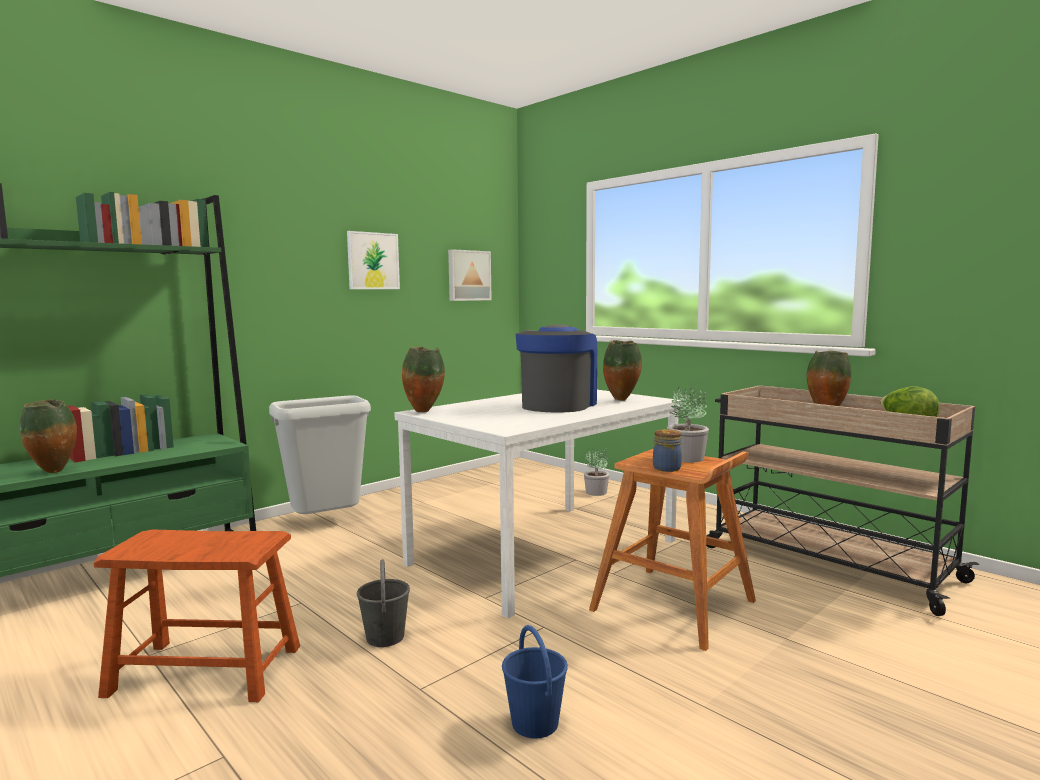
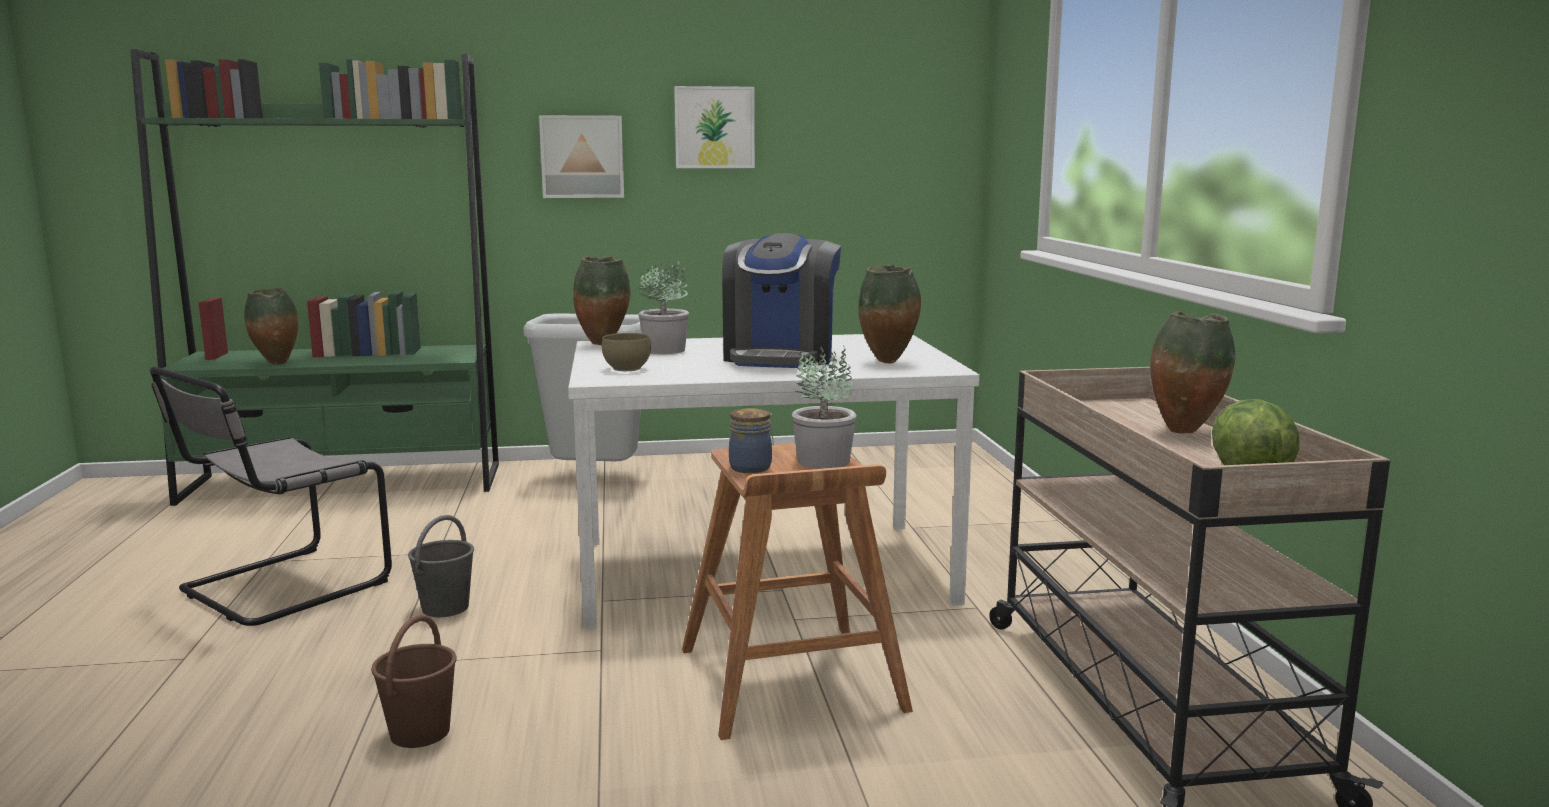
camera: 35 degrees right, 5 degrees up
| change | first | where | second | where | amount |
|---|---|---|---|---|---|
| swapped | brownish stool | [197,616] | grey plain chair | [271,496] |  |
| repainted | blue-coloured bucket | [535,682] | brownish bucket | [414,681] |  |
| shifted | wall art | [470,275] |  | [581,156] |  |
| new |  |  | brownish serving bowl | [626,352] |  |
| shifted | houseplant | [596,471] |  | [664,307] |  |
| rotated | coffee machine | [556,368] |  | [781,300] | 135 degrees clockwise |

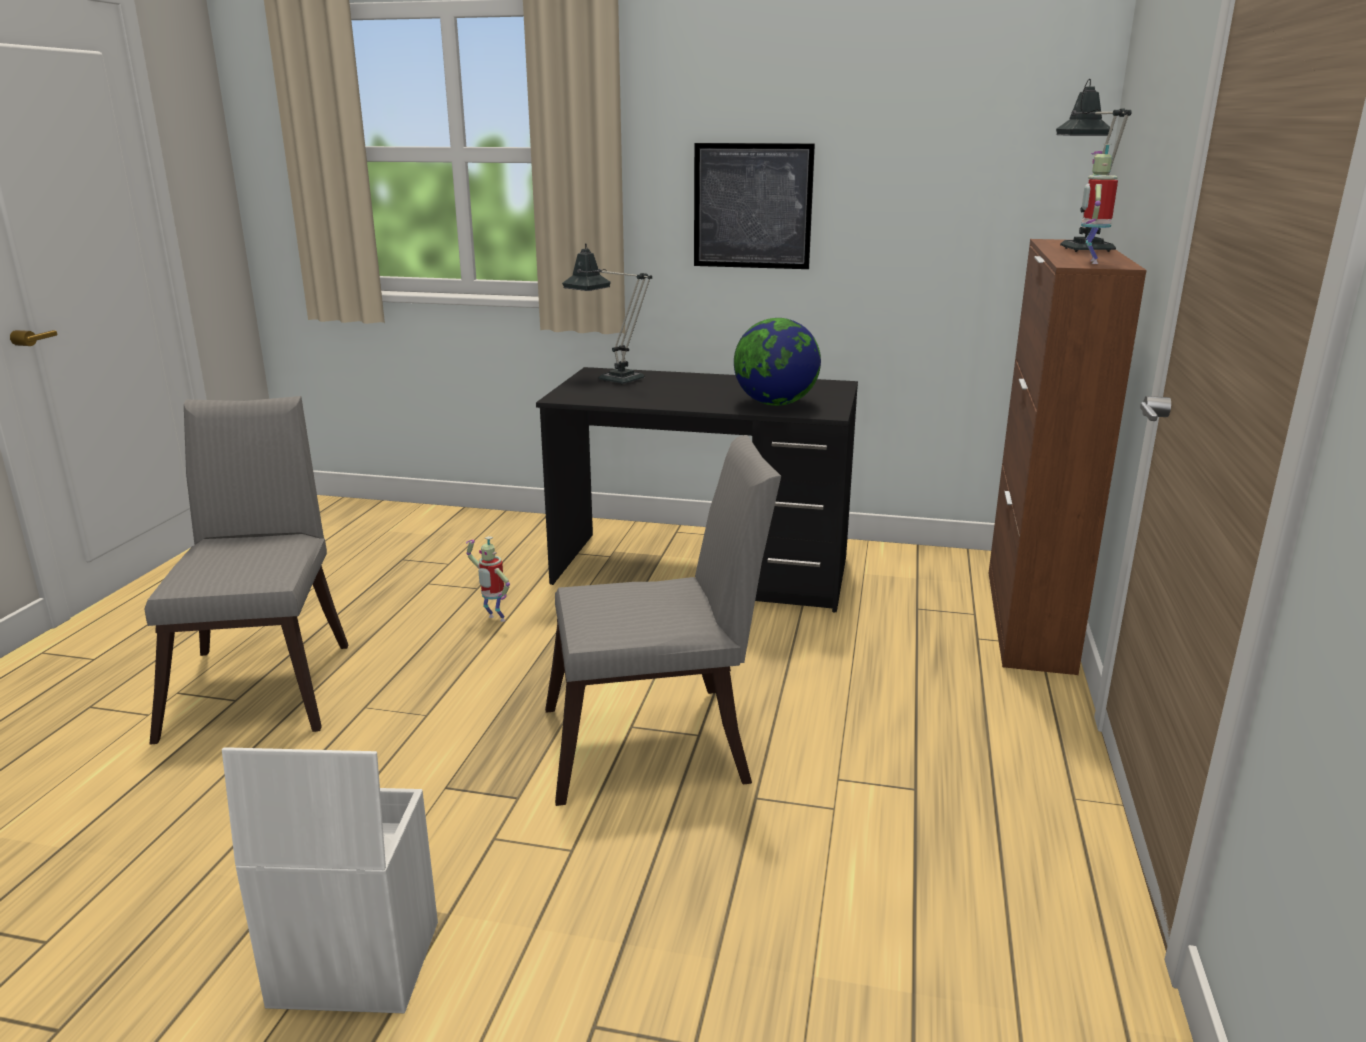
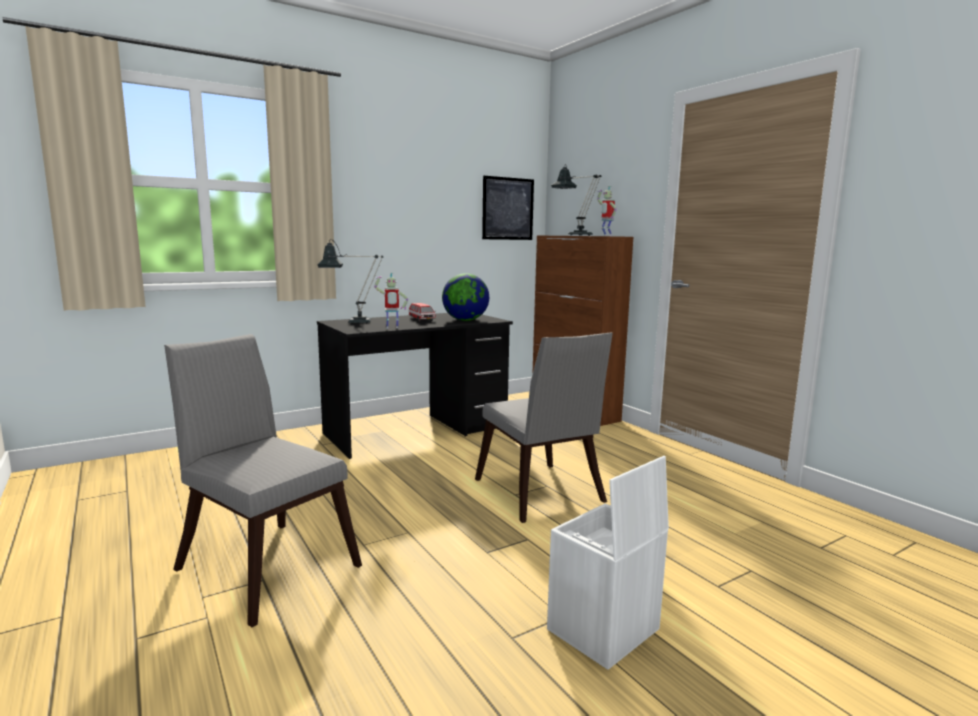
camera: 45 degrees left, 10 degrees down
| change | first | where | second | where | amount |
|---|---|---|---|---|---|
| shifted | model robot | [488,579] |  | [391,301] |  |
| new |  |  | model car | [422,312] |  |
| rotated | grey plain chair | [663,620] |  | [544,428] | 120 degrees clockwise |
| shifted | wall art | [754,206] |  | [508,208] |  |

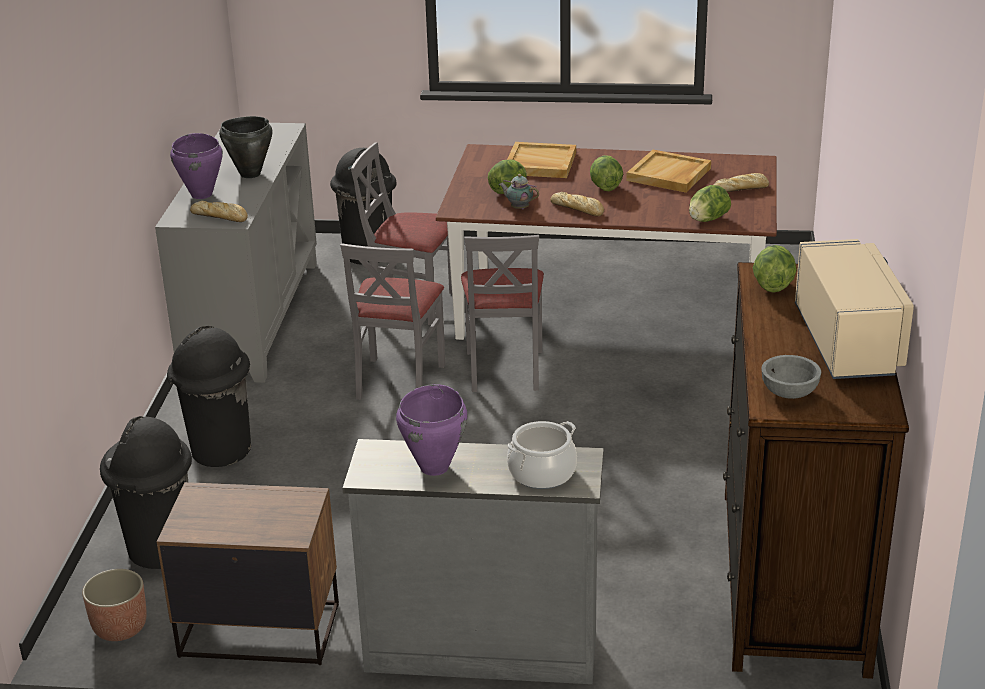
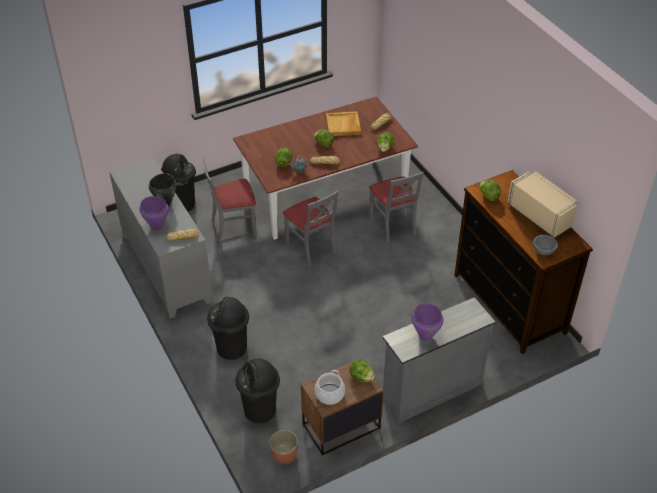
camera: 35 degrees left, 15 degrees up
| change | first | where | second | where | amount |
|---|---|---|---|---|---|
| shifted | stockpot | [542,455] |  | [330,387] |  |
| new |  |  | lettuce | [362,370] |  |
| shifted | grey plain chair | [393,321] |  | [396,207] |  |
| gone | beige-coloured carrying tray | [541,160] |  |  |  |

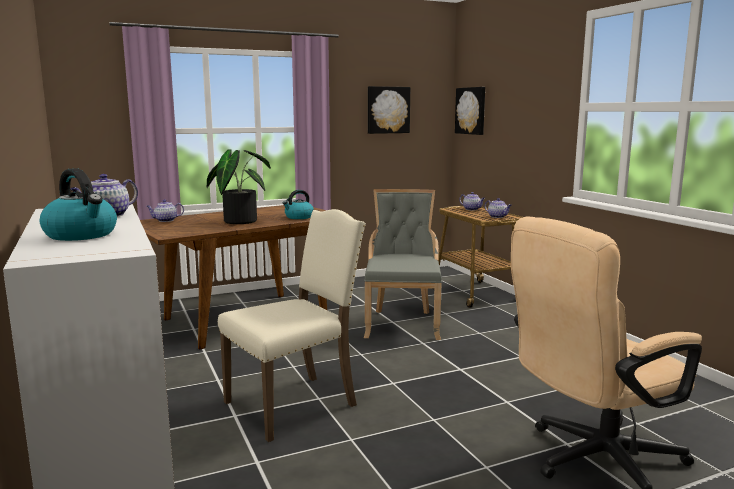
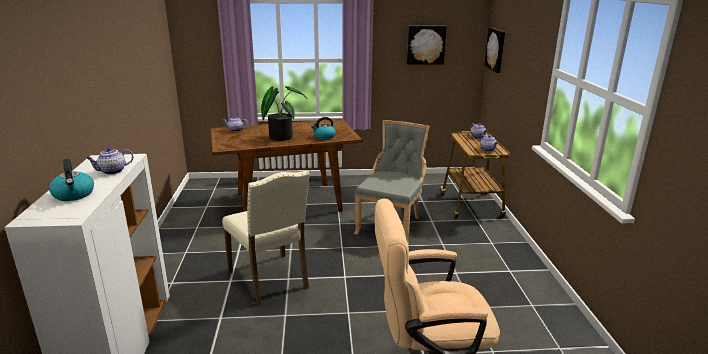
camera: 20 degrees right, 10 degrees up
| change | first | where | second | where | amount |
|---|---|---|---|---|---|
| rotated | beige-coloured plain chair | [292,325] |  | [266,238] | 75 degrees clockwise |

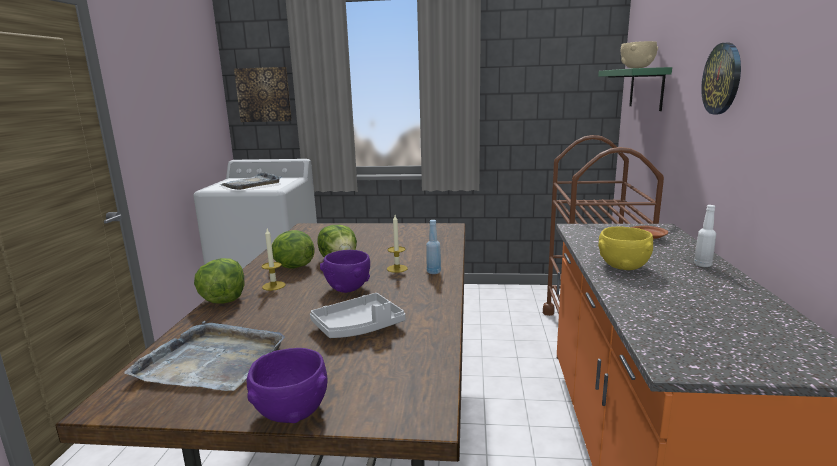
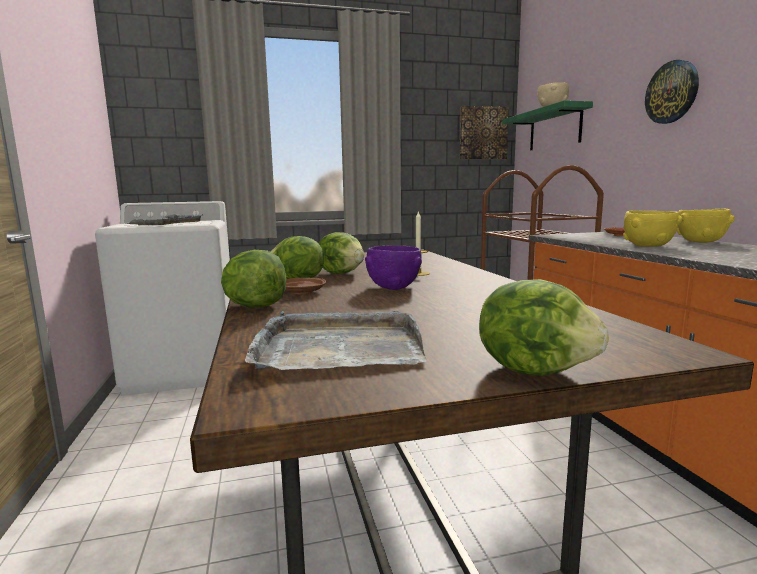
camera: 20 degrees left, 5 degrees down
| change | first | where | second | where | amount |
|---|---|---|---|---|---|
| swapped | wax light | [273,260] | brownish flat dish | [305,286] |  |
| shifted | wall art | [263,94] |  | [484,132] |  |
| swapped | purple serving bowl | [287,385] | lettuce | [544,327] |  |
| swapped | white drink bottle | [705,236] | yellow-coloured serving bowl | [706,226] |  |
| gone | grey carrying tray | [357,315] |  |  |  |
| gone | blue-coloured drink bottle | [433,247] |  |  |  |

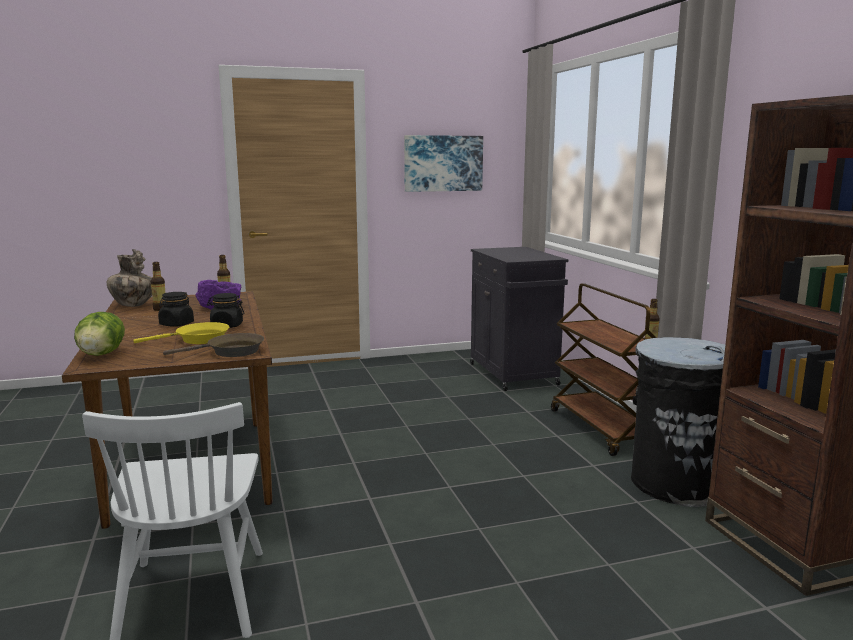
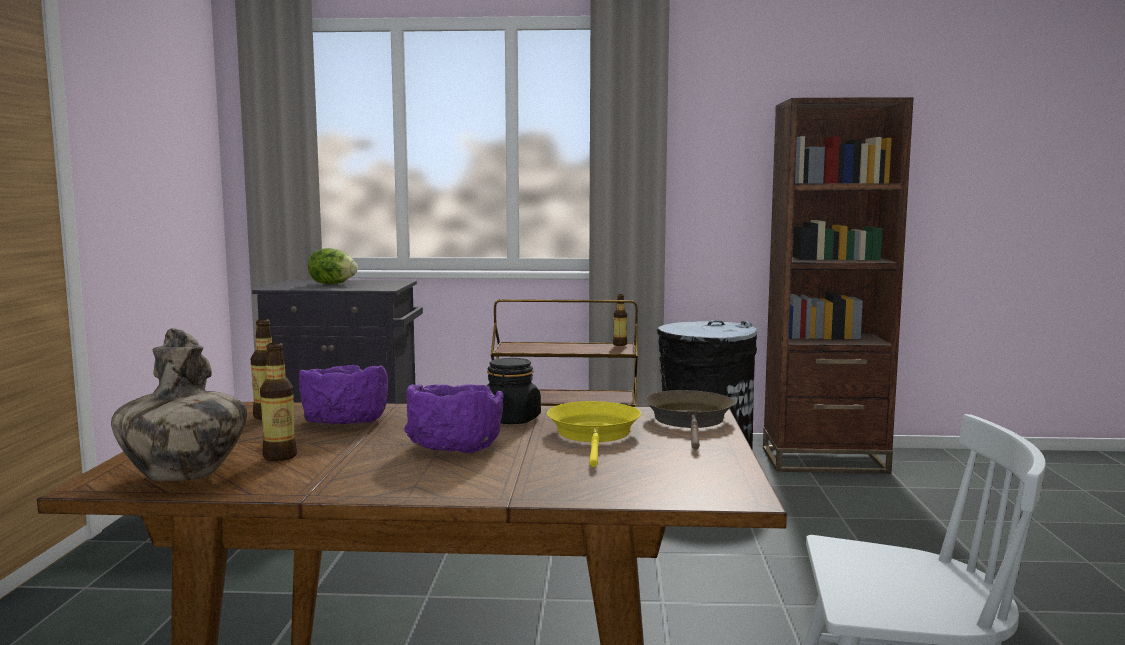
camera: 70 degrees left, 5 degrees down
| change | first | where | second | where | amount |
|---|---|---|---|---|---|
| shifted | lettuce | [99,334] |  | [333,266] |  |
| swapped | black-coloured preserve jar | [176,309] | purple serving bowl | [453,418] |  |
| gone | wall art | [443,163] |  |  |  |

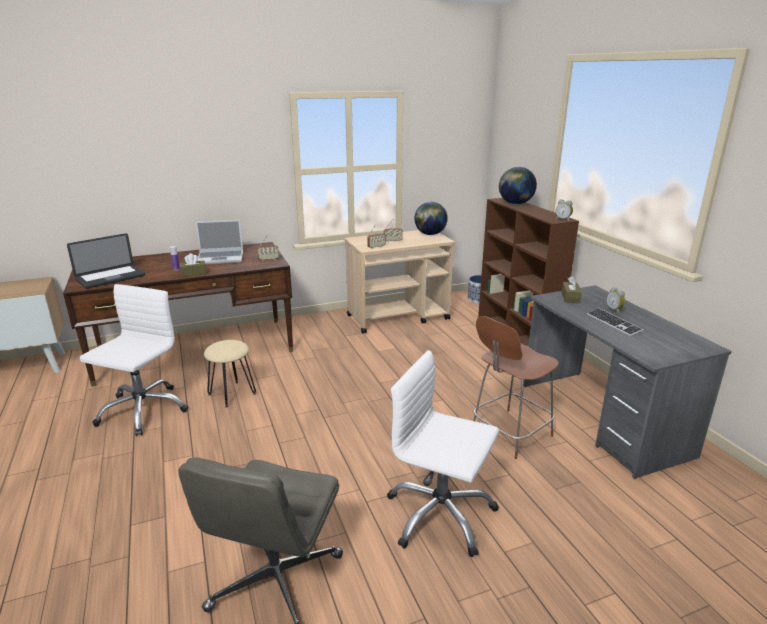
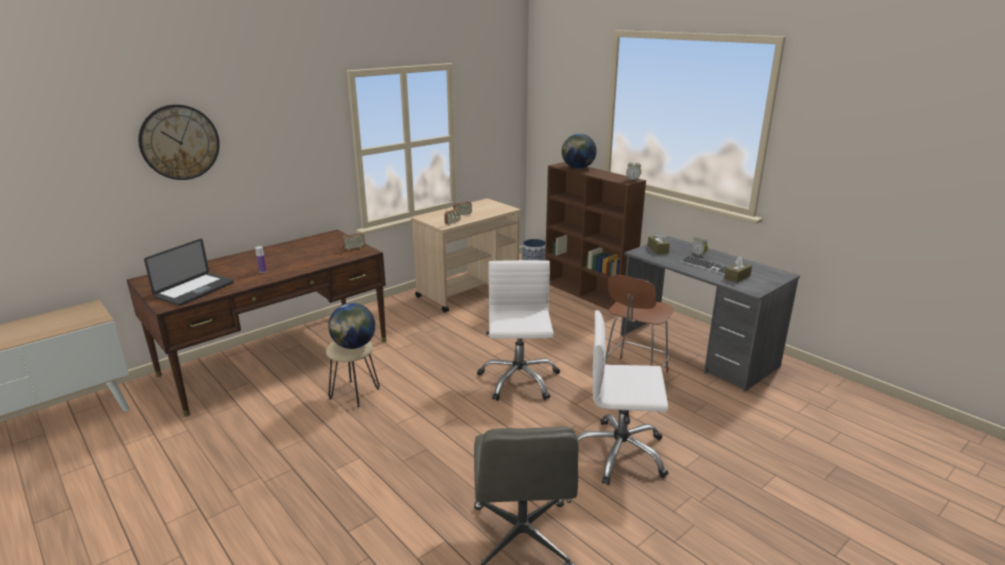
camera: 20 degrees left, 0 degrees up
| change | first | where | second | where | amount |
|---|---|---|---|---|---|
| new |  |  | clock on the wall | [179,142] |  |
| shifted | world globe | [431,218] |  | [352,326] |  |
| shifted | white desk chair | [134,360] |  | [518,330] |  |
| shifted | brownish tissue box | [193,265] |  | [738,269] |  |
| gone | laptop | [219,242] |  |  |  |

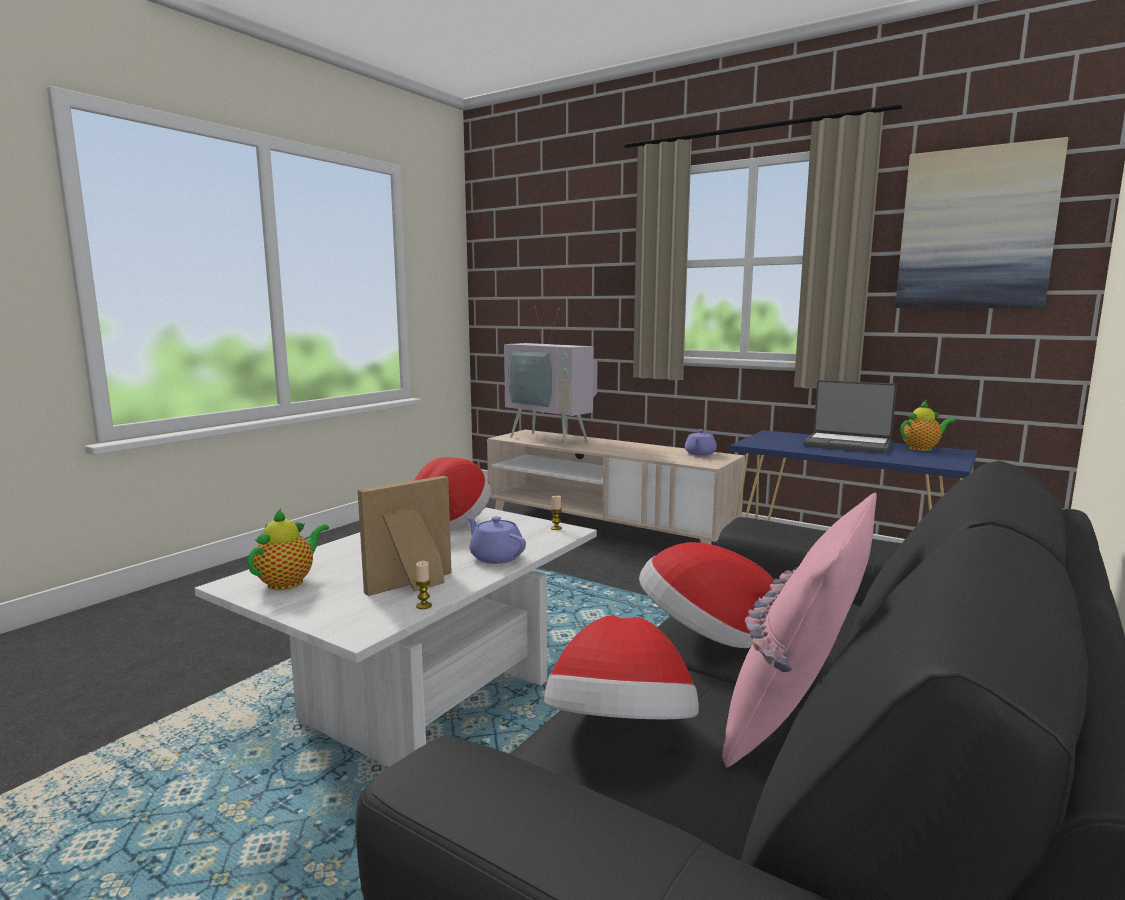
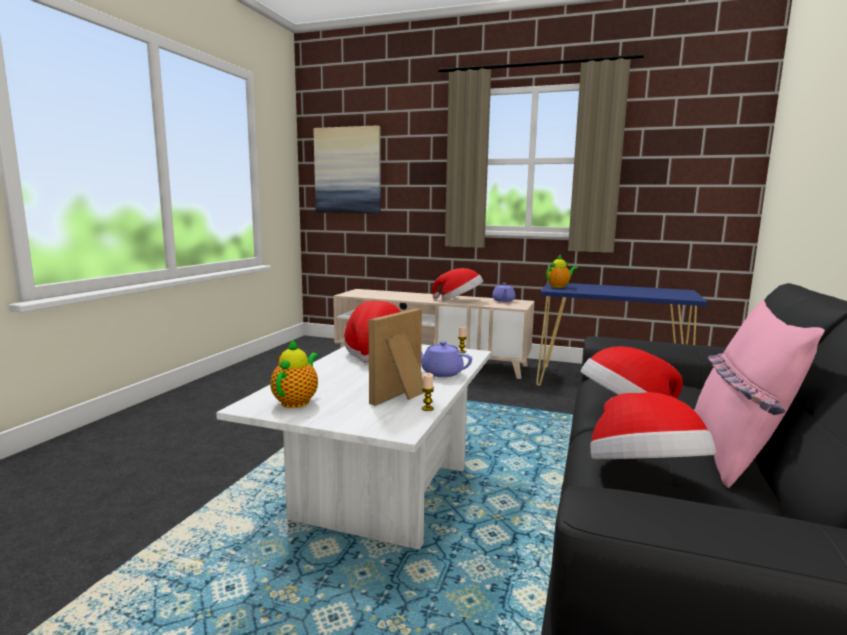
camera: 15 degrees left, 0 degrees up
| change | first | where | second | where | amount |
|---|---|---|---|---|---|
| shifted | wall art | [981,222] |  | [347,169] |  |
| new |  |  | wearable hat | [457,284] |  |
| shifted | teapot | [927,426] |  | [562,271] |  |
| gone | TV | [551,380] |  |  |  |
| gone | laptop | [850,416] |  |  |  |

